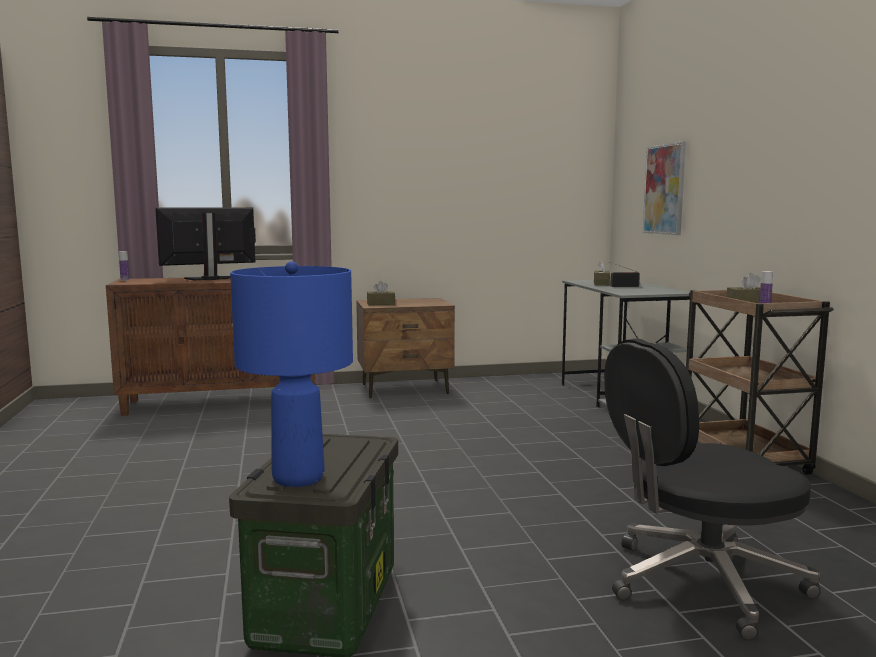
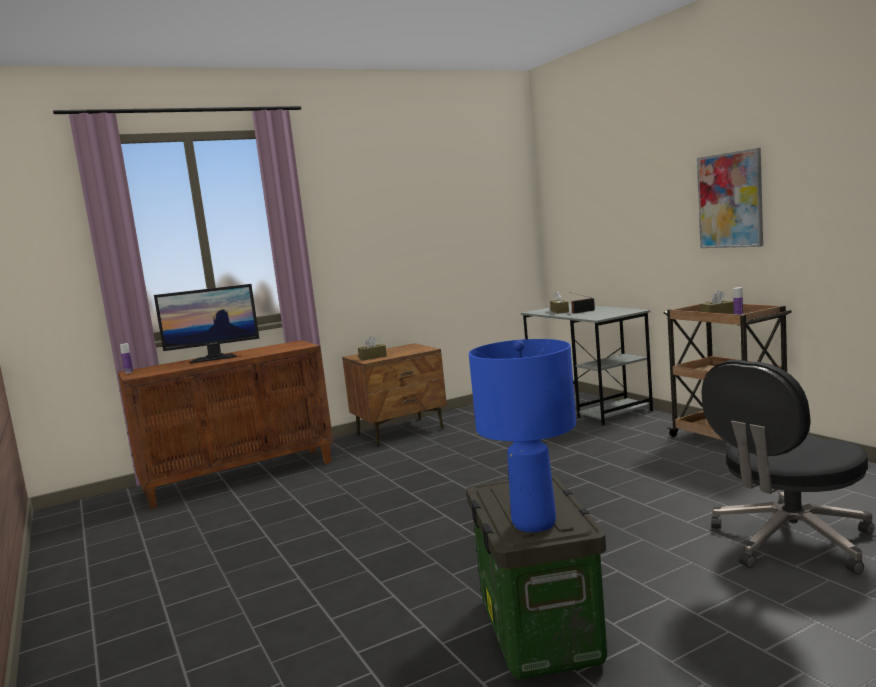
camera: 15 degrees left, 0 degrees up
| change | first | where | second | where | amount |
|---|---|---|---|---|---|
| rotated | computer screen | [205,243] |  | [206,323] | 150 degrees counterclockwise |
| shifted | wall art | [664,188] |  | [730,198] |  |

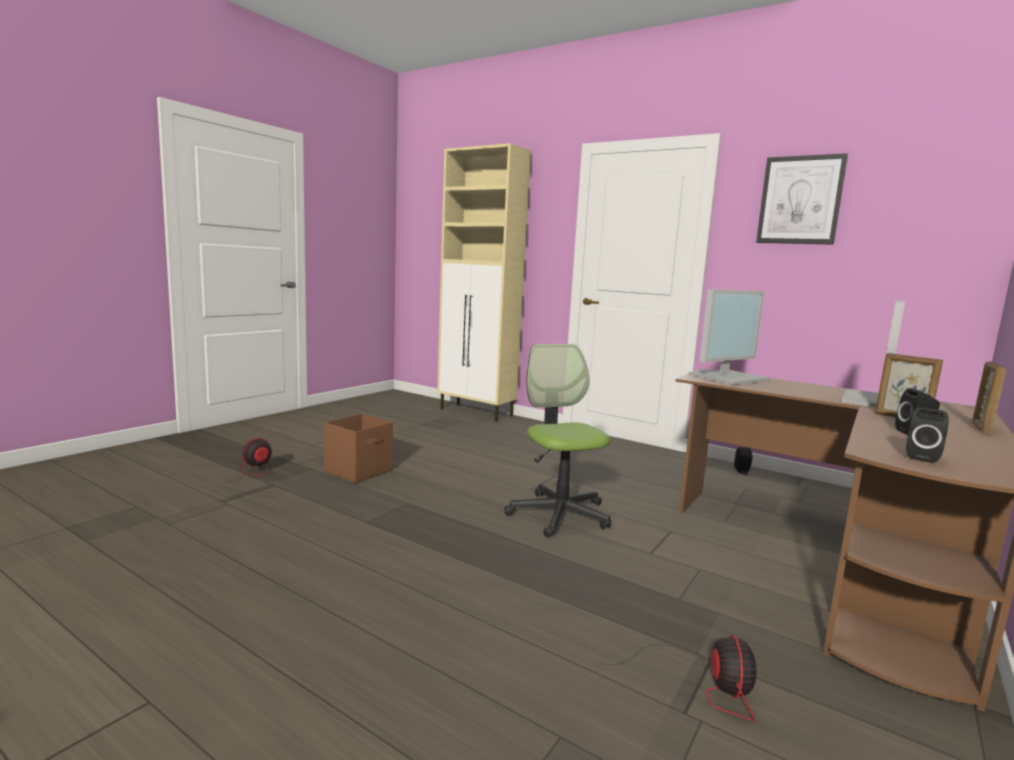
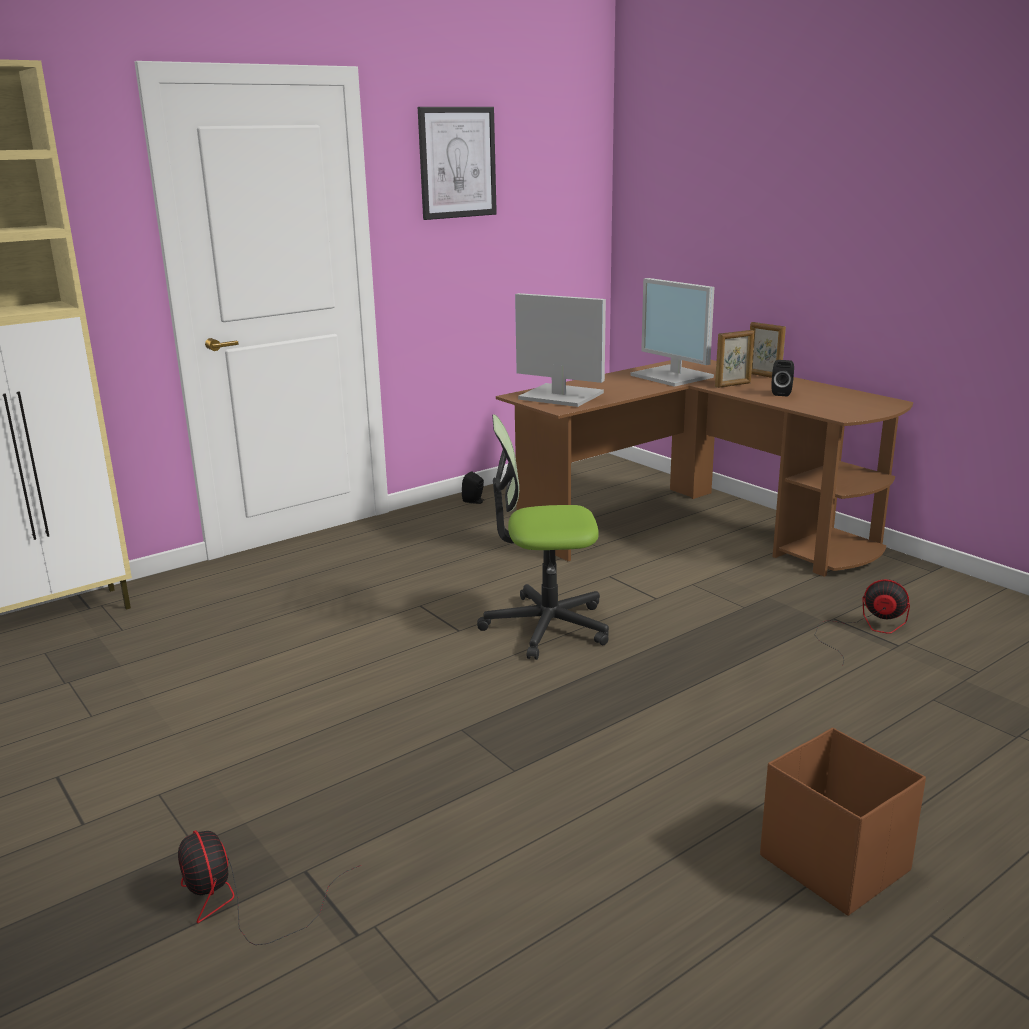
camera: 70 degrees left, 10 degrees up
| change | first | where | second | where | amount |
|---|---|---|---|---|---|
| rotated | computer screen | [729,337] |  | [560,350] | 45 degrees counterclockwise |
| shifted | brownish storage bin | [358,448] |  | [843,822] |  |
| gone | black-coloured loudspeaker | [927,435] |  |  |  |

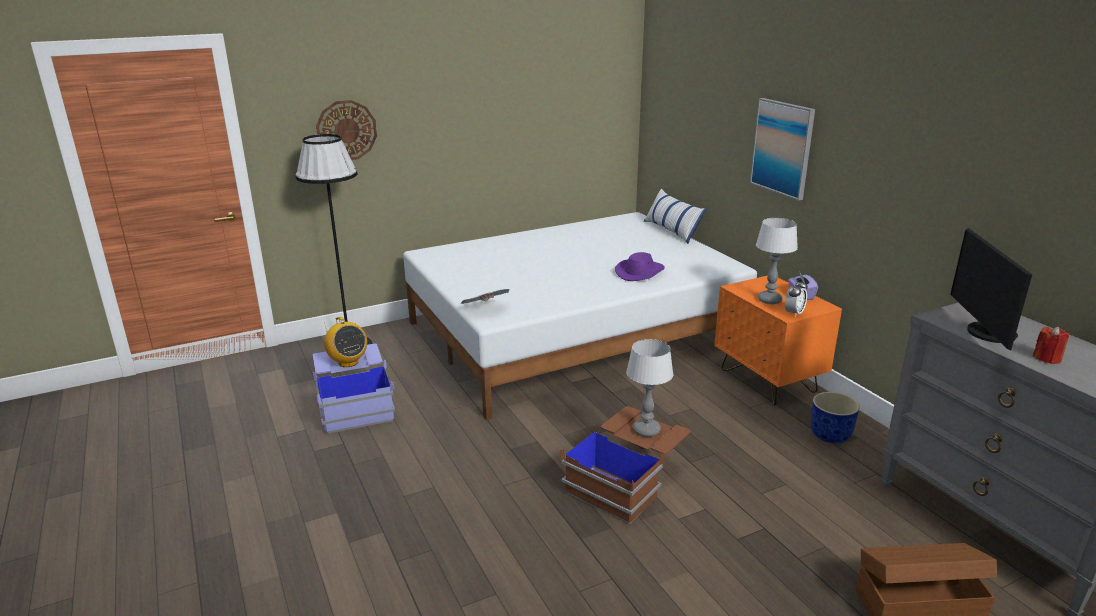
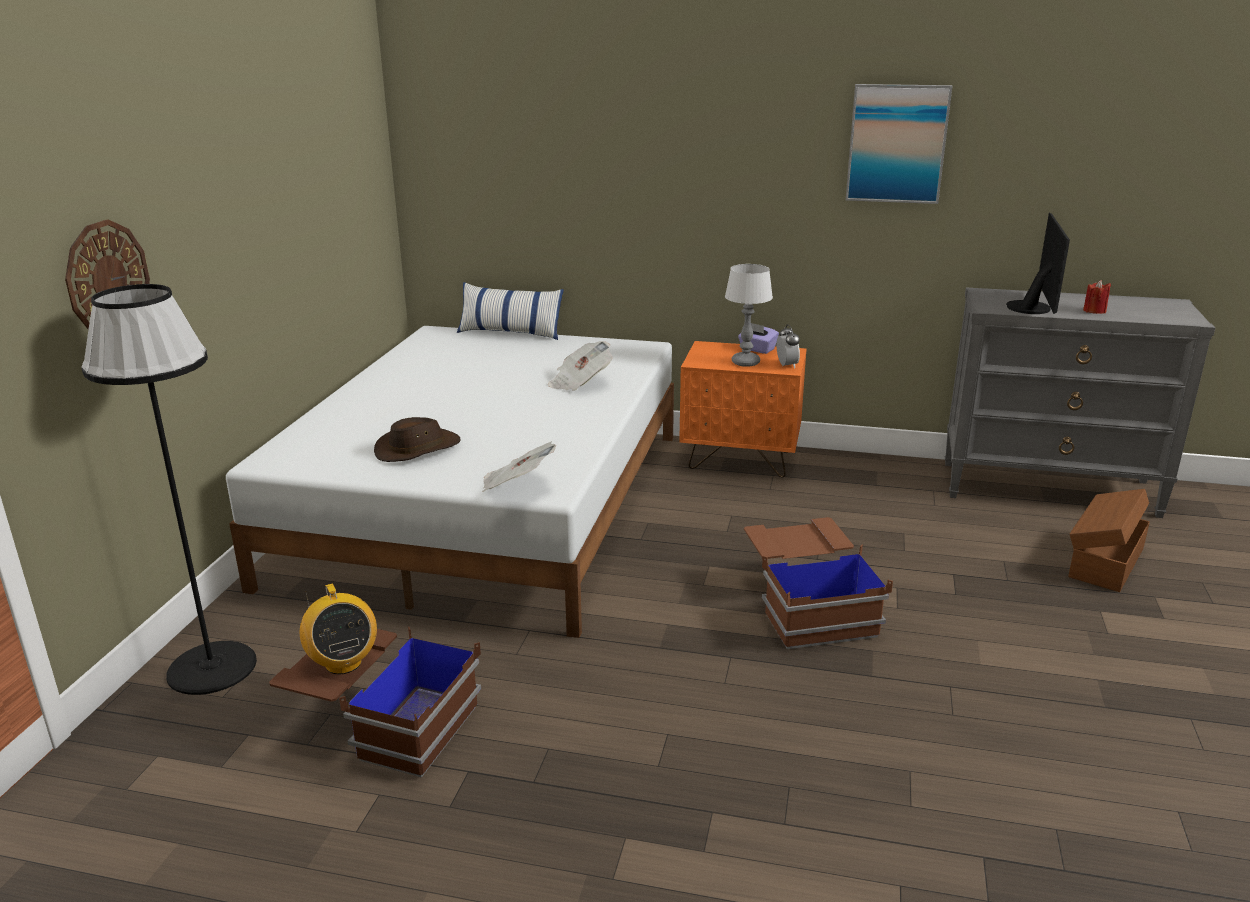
camera: 50 degrees left, 0 degrees up
| change | first | where | second | where | amount |
|---|---|---|---|---|---|
| repainted | blue-coloured storage bin | [354,389] | brownish storage bin | [375,702] |  |
| rotated | radio | [345,342] |  | [338,629] | 60 degrees clockwise |
| new |  |  | brownish wearable hat | [417,439] |  |
| swapped | purple wearable hat | [640,266] | printed paper | [580,366] |  |
| shifted | wall art | [782,149] |  | [899,144] |  |
| rotated | computer screen | [991,289] |  | [1038,263] | 120 degrees counterclockwise |
| gone | tabletop lamp | [649,388] |  |  |  |
| gone | blue-coloured planter | [835,417] |  |  |  |

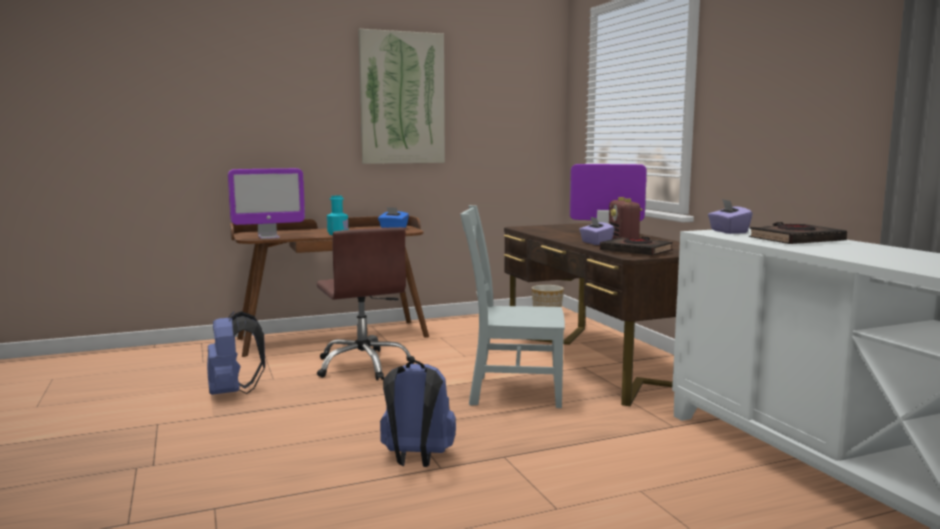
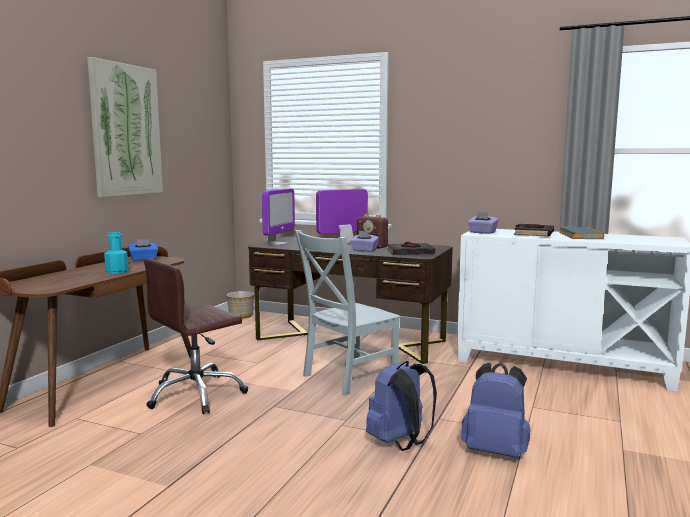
camera: 45 degrees left, 0 degrees up
| change | first | where | second | where | amount |
|---|---|---|---|---|---|
| rotated | brownish desk chair | [366,303] |  | [196,336] | 120 degrees clockwise |
| shifted | computer screen | [266,203] |  | [278,217] |  |
| shifted | blue-coloured backpack | [236,353] |  | [495,410] |  |
| new |  |  | bound book | [581,233] |  |

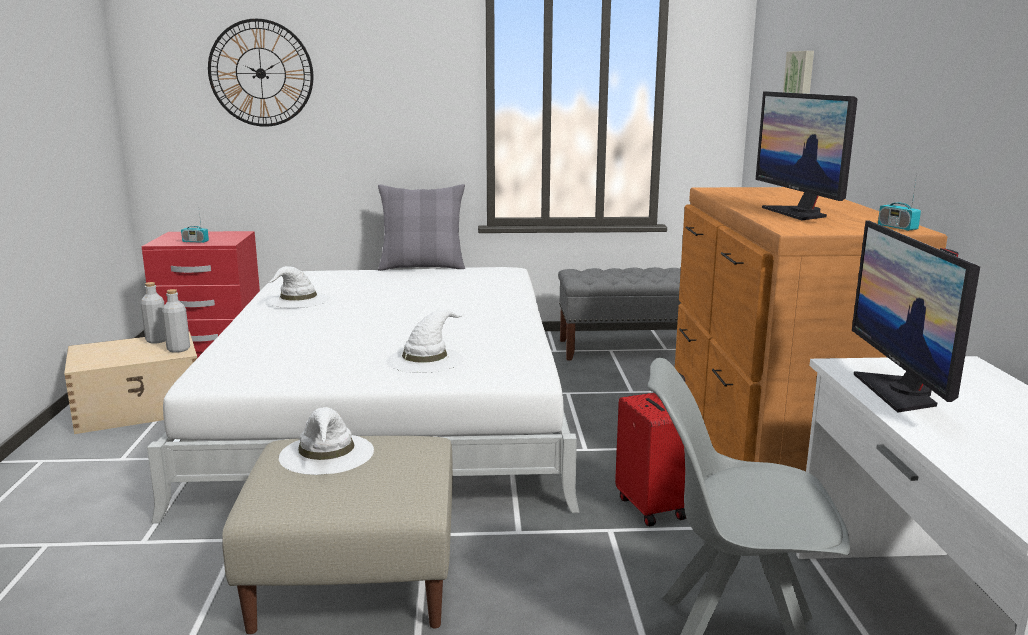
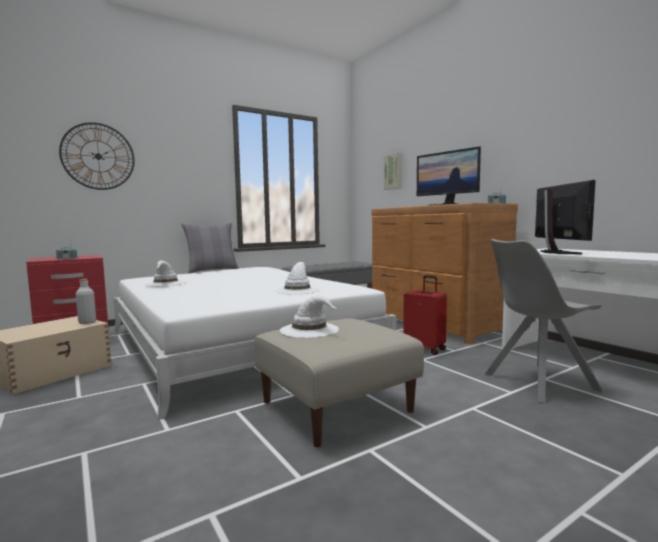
camera: 30 degrees left, 10 degrees down
| change | first | where | second | where | amount |
|---|---|---|---|---|---|
| rotated | computer screen | [916,316] |  | [565,217] | 150 degrees counterclockwise |
| gone | grey drink bottle | [153,312] |  |  |  |

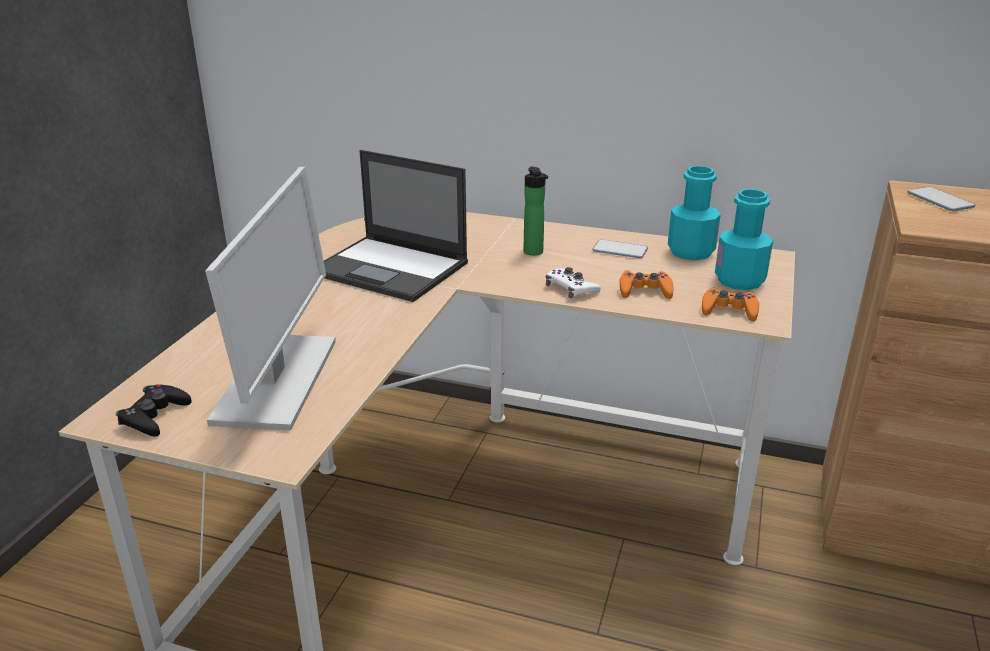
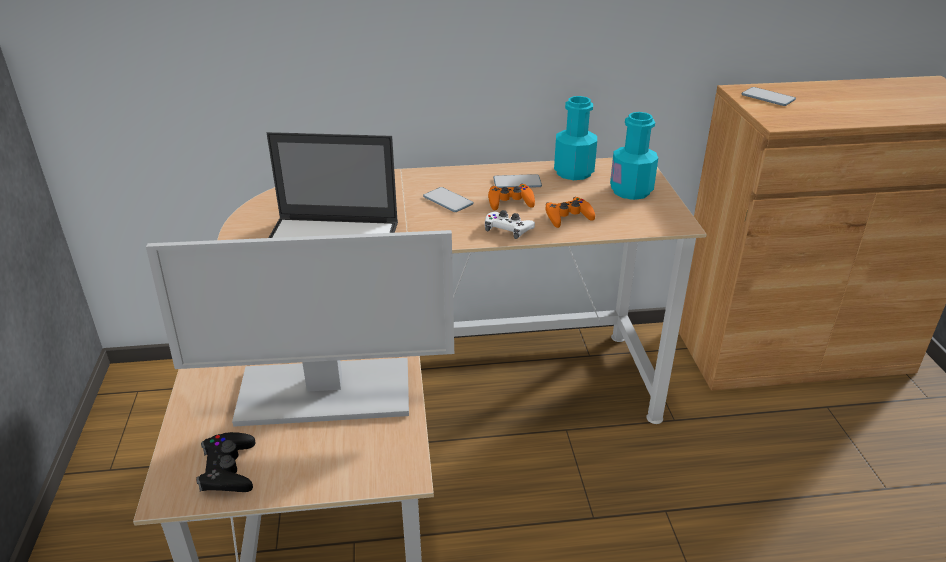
camera: 25 degrees left, 5 degrees up
| change | first | where | second | where | amount |
|---|---|---|---|---|---|
| rotated | computer screen | [270,299] |  | [300,328] | 105 degrees clockwise |
| swapped | drink bottle | [535,211] | handset | [448,199] |  |
| shifted | orange joypad | [730,304] |  | [511,197] |  |

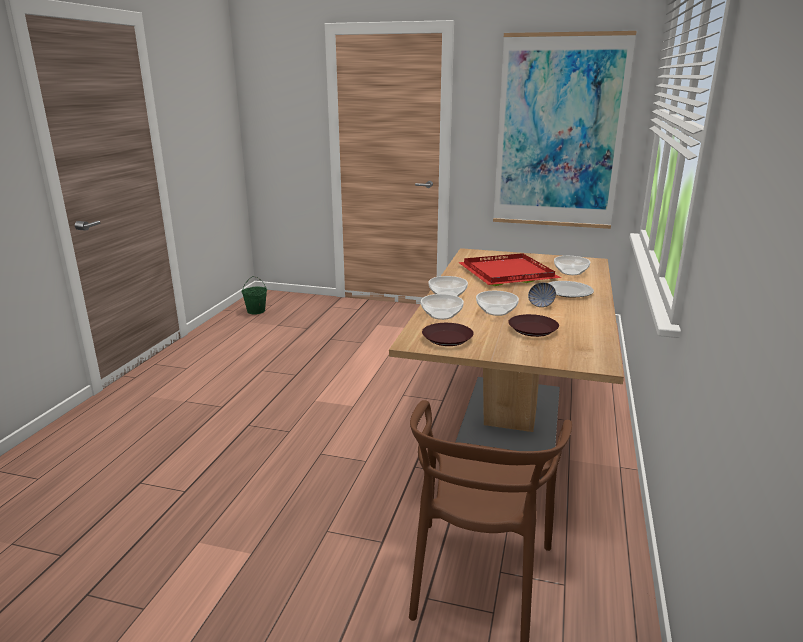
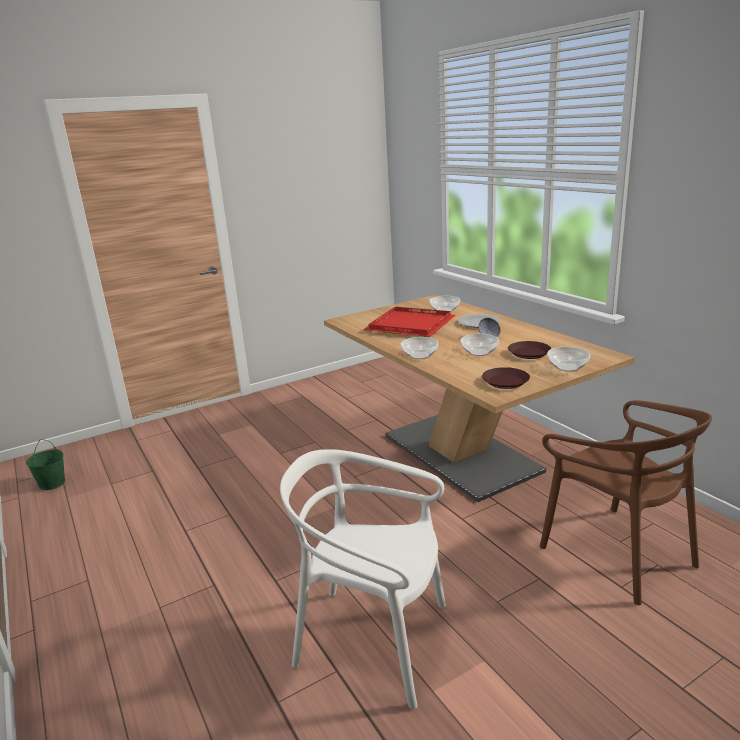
camera: 45 degrees left, 0 degrees up
| change | first | where | second | where | amount |
|---|---|---|---|---|---|
| new |  |  | white plain chair | [363,579] |  |
| shifted | serving bowl | [442,307] |  | [568,359] |  |
| gone | wall art | [565,130] |  |  |  |

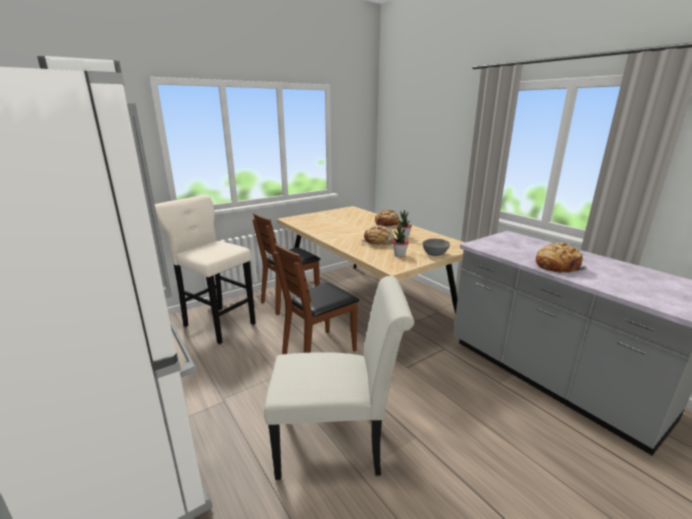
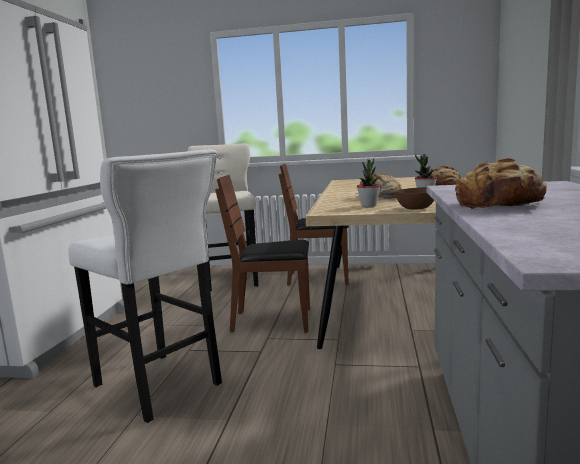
camera: 45 degrees right, 10 degrees down
| change | first | where | second | where | amount |
|---|---|---|---|---|---|
| swapped | white plain chair | [339,378] | white stool | [145,286] |  |
| repainted | grey serving bowl | [436,247] | brownish serving bowl | [414,198] |  |

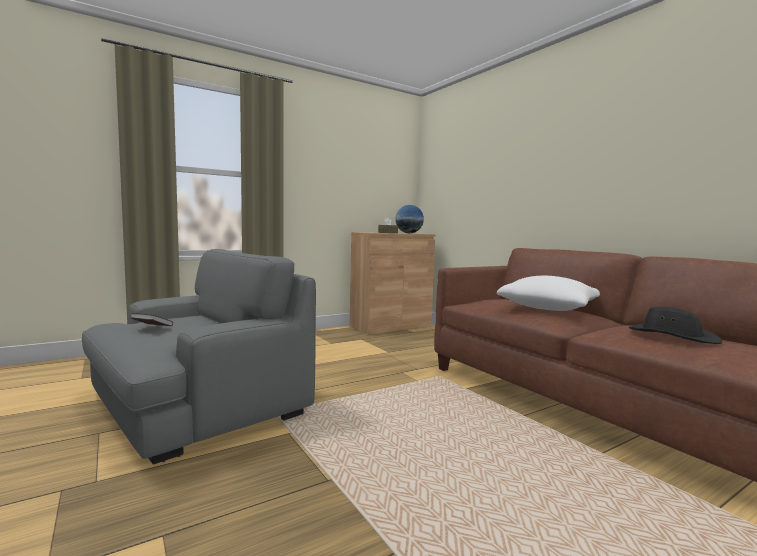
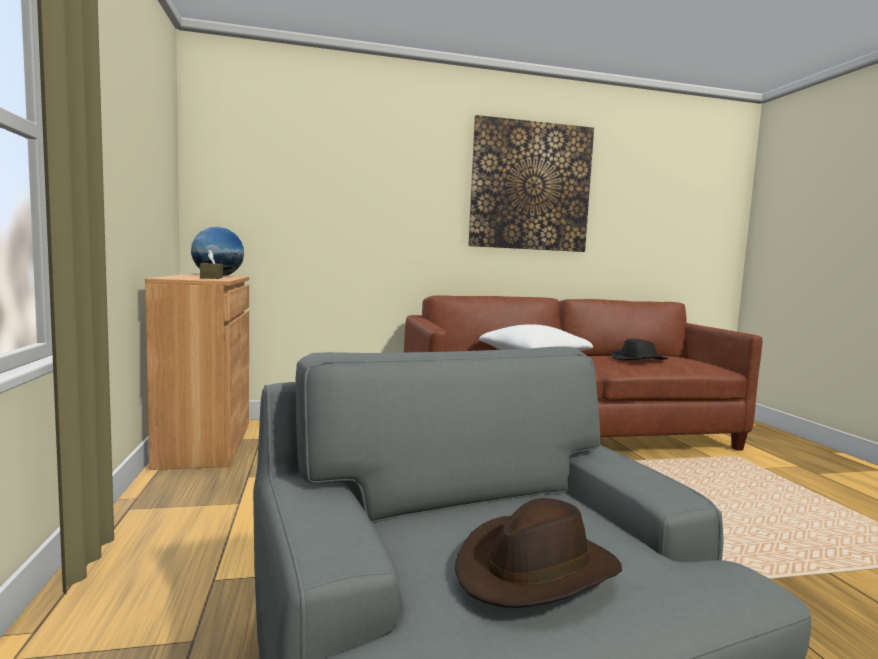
camera: 70 degrees left, 0 degrees up
| change | first | where | second | where | amount |
|---|---|---|---|---|---|
| swapped | bound book | [151,319] | brownish wearable hat | [538,553] |  |
| new |  |  | wall art | [531,183] |  |

